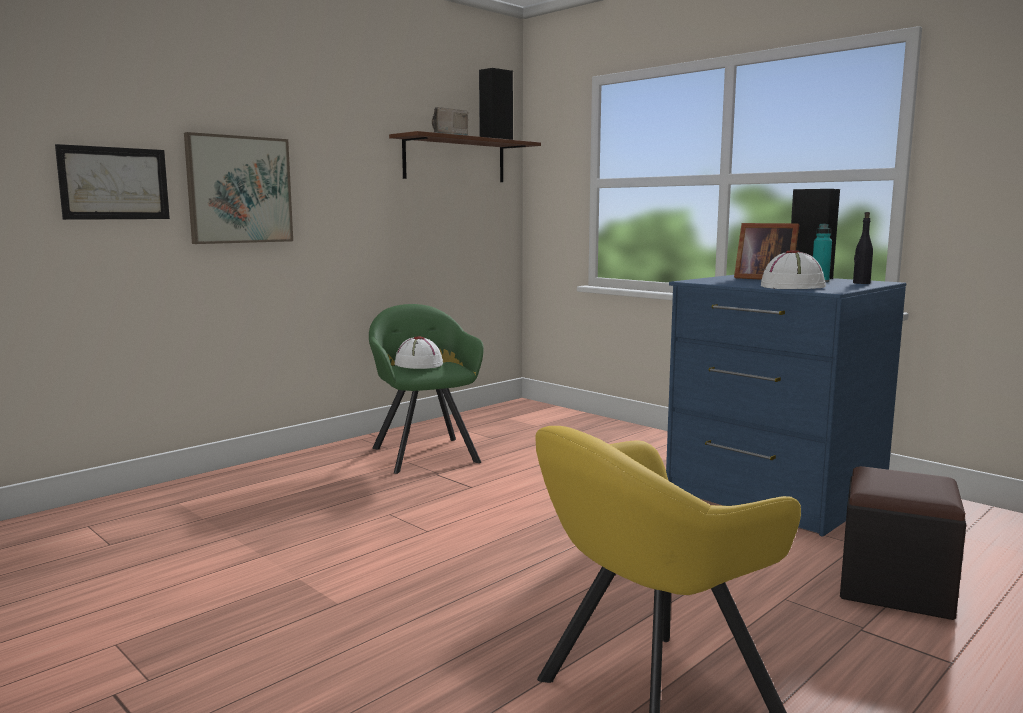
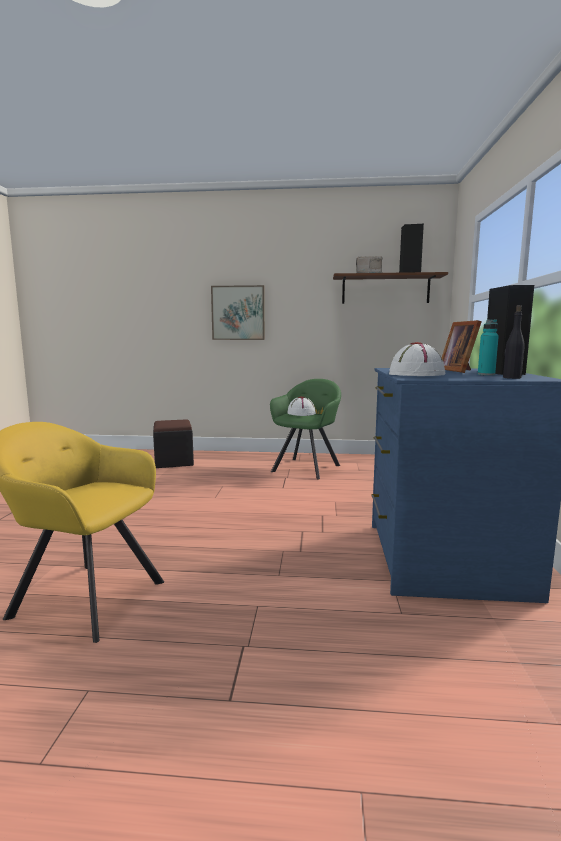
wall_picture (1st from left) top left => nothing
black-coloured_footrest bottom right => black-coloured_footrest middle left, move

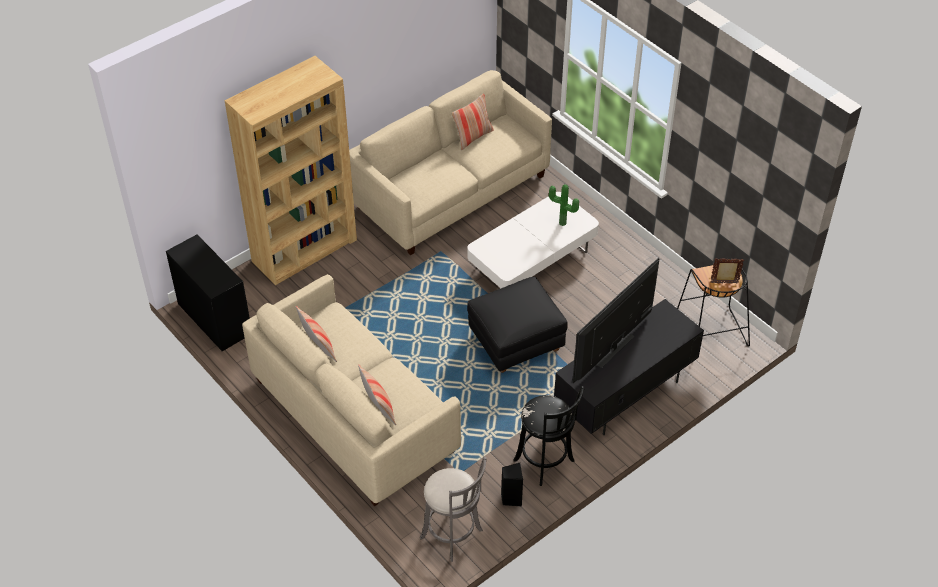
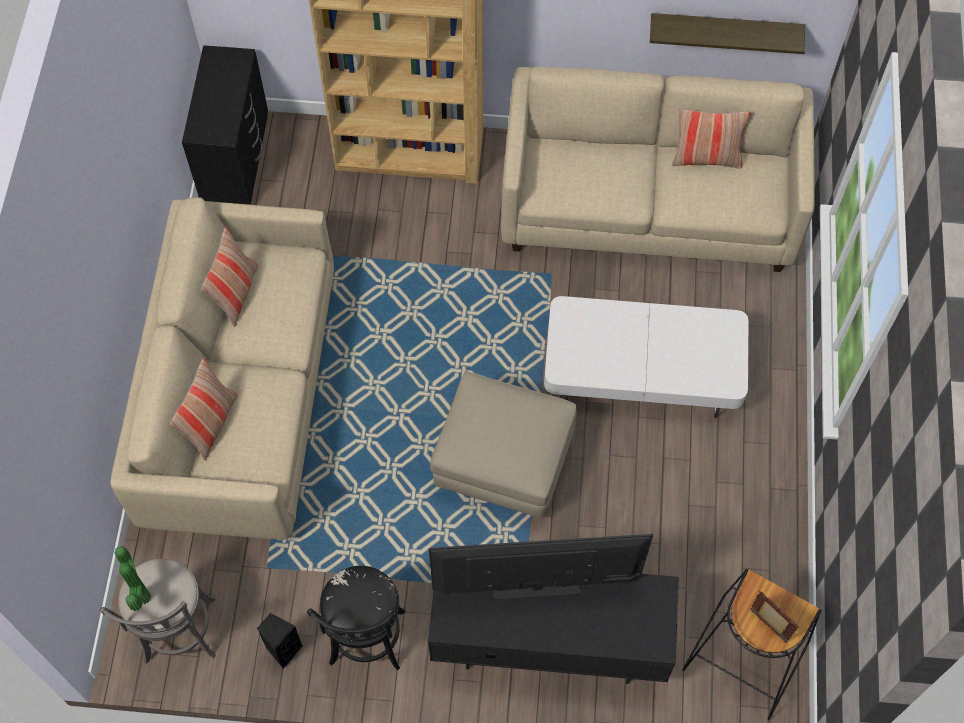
plant_in_a_pot centre => plant_in_a_pot bottom left, move
black-coloured_footrest centre => beige_footrest centre
nothing => shelf top right

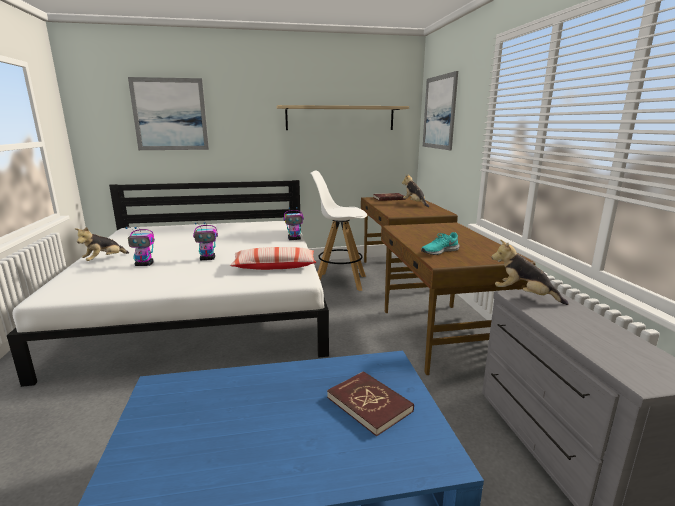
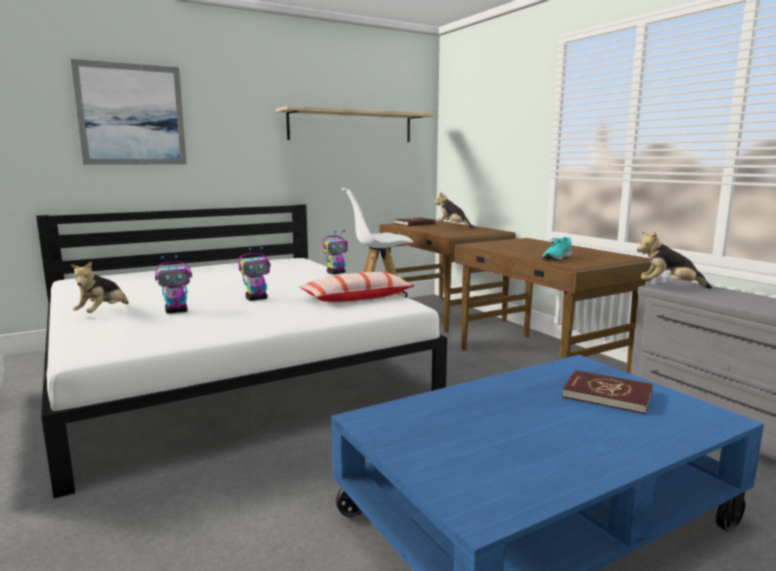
wall_picture (2nd from left) top centre => nothing

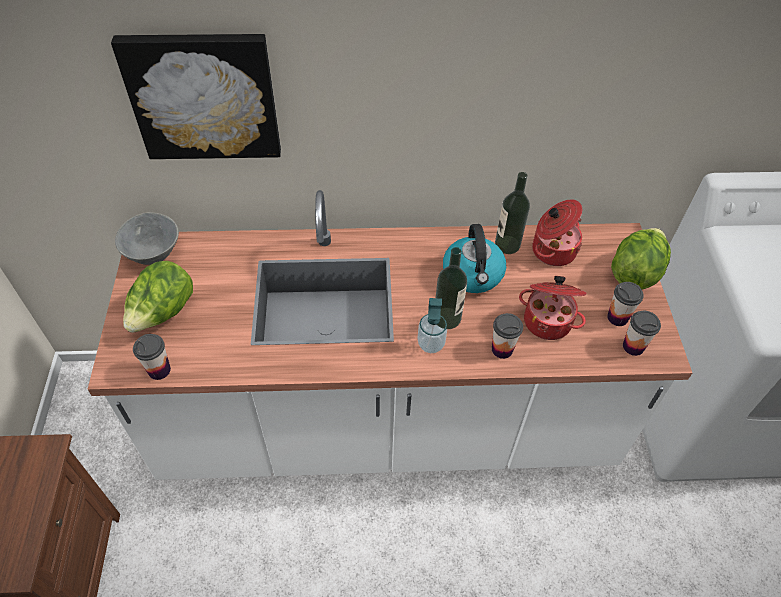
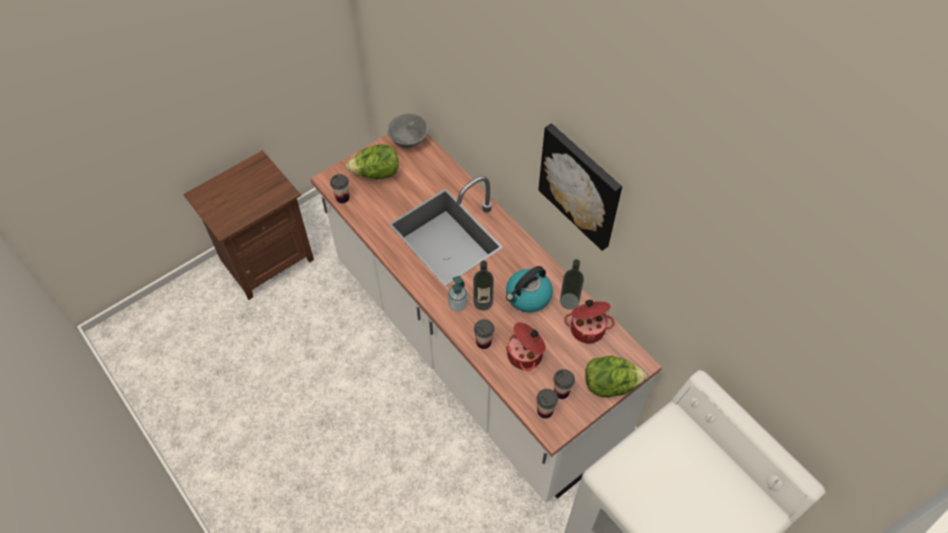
wall_picture top left => wall_picture centre, move

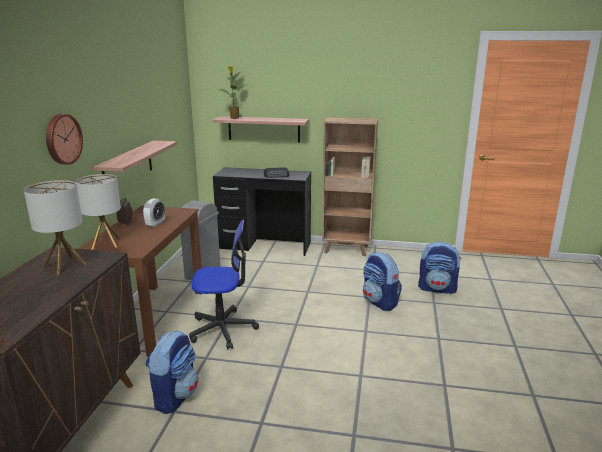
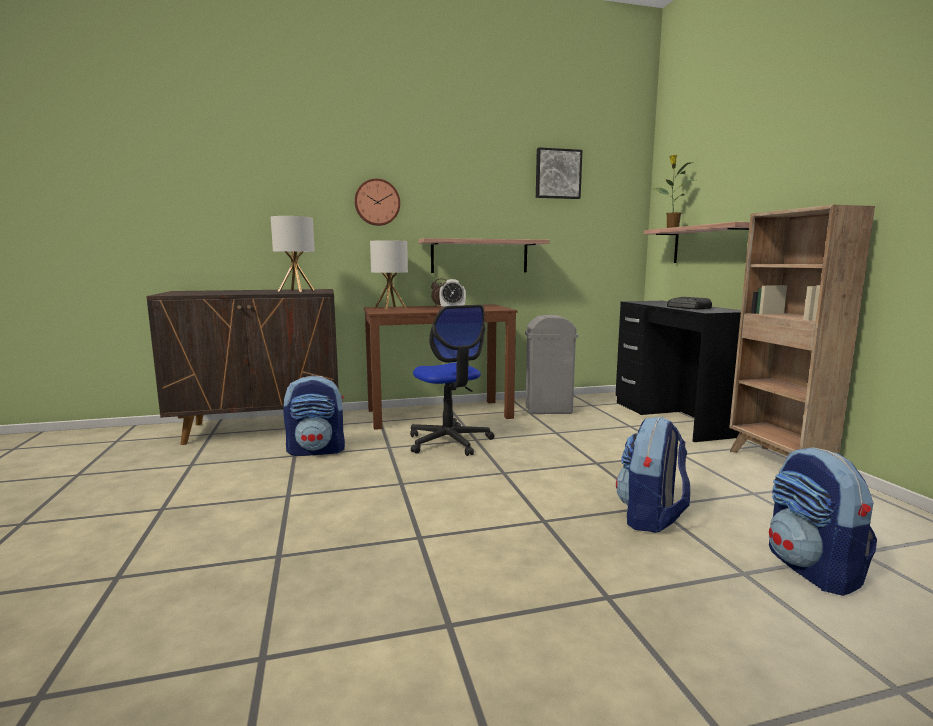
nothing => wall_picture top centre

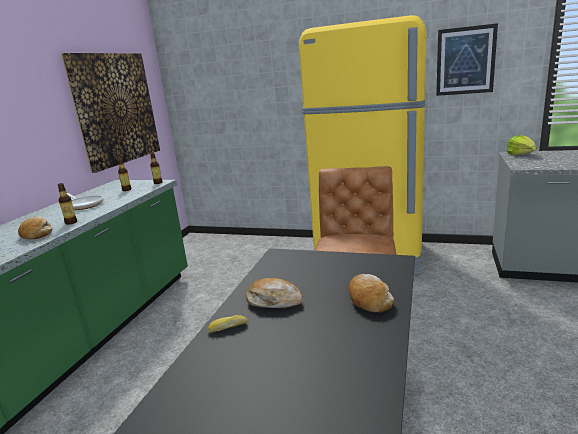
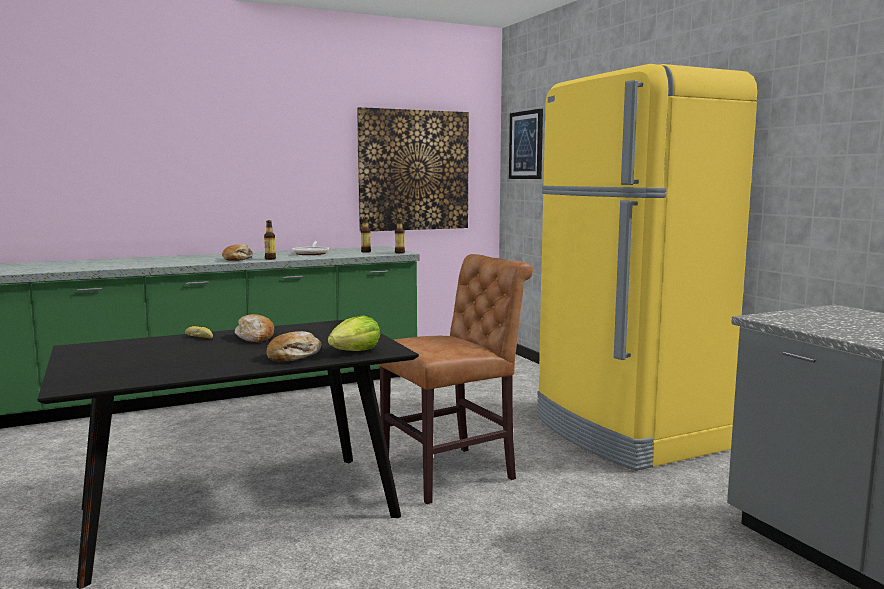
wall_picture (2nd from left) top right => wall_picture (2nd from left) top centre, move
lettuce_head middle right => lettuce_head centre, move

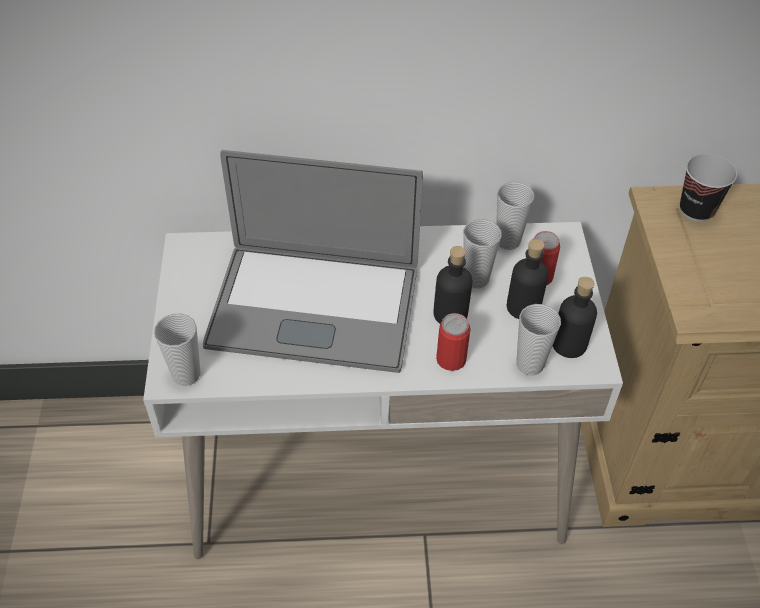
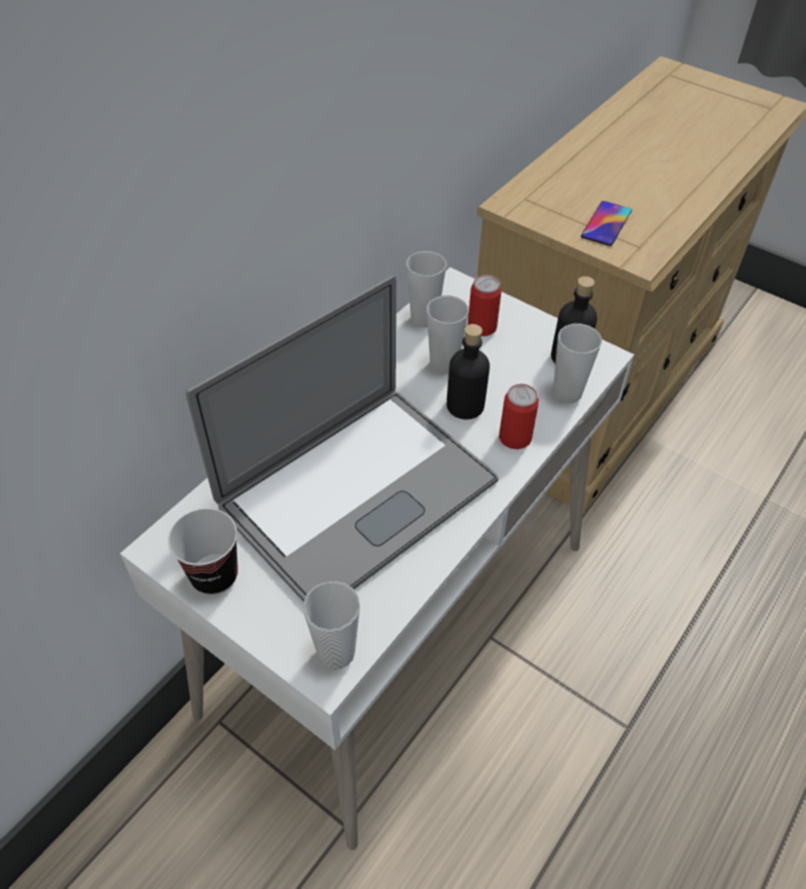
cup (5th from left in the first image) top right => cup (1st from left) middle left, move
black-coloured_drink_bottle (2nd from left) middle right => nothing
nothing => telephone top right

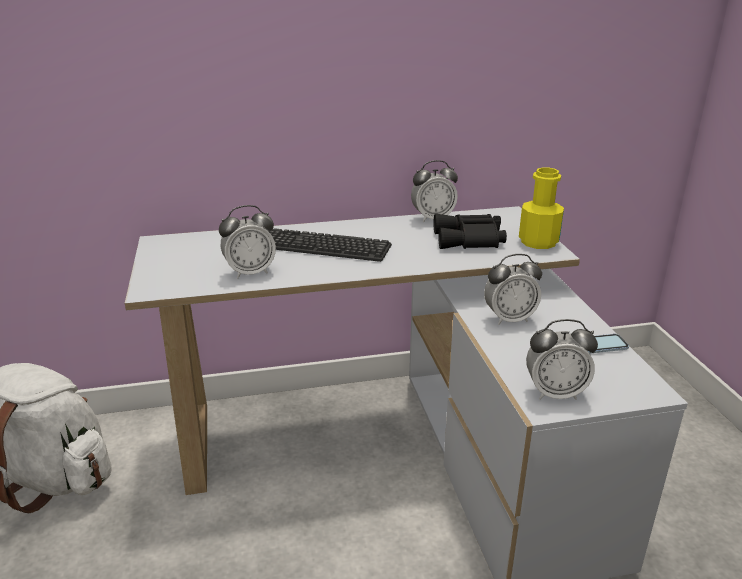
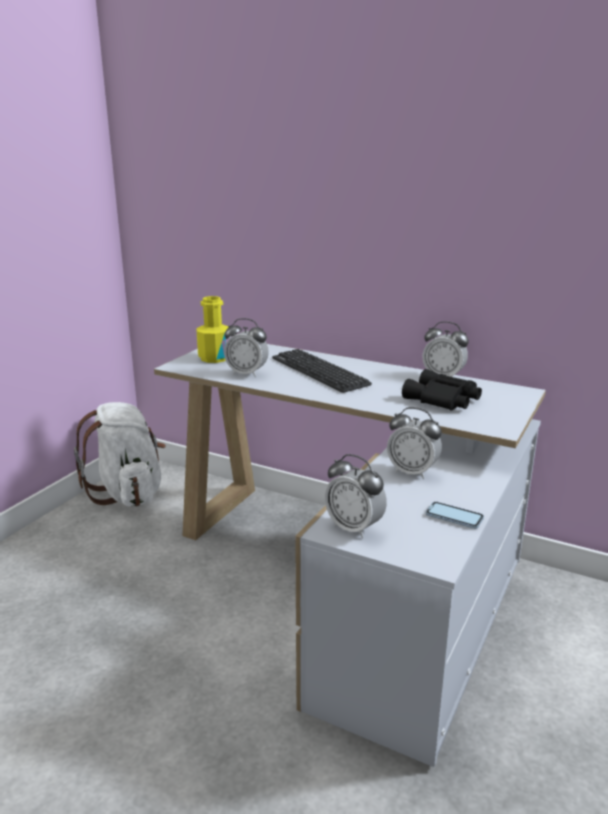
yellow_drink_bottle middle right => yellow_drink_bottle centre, move

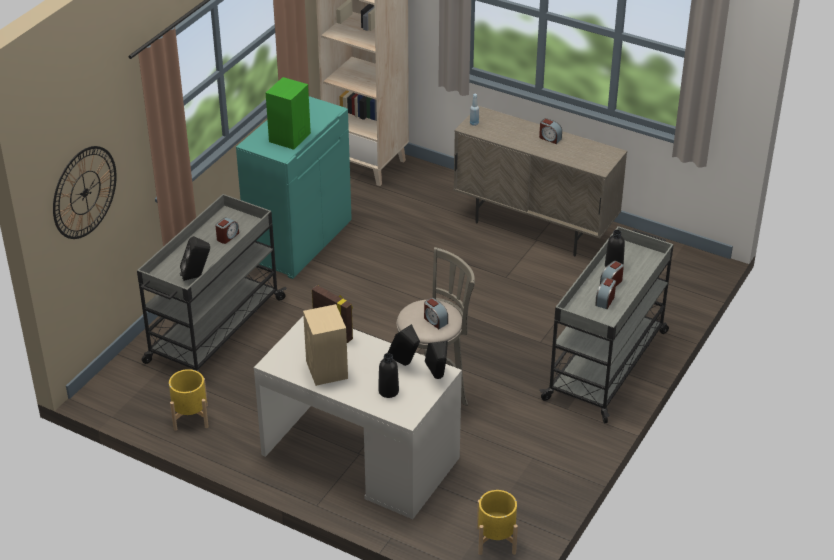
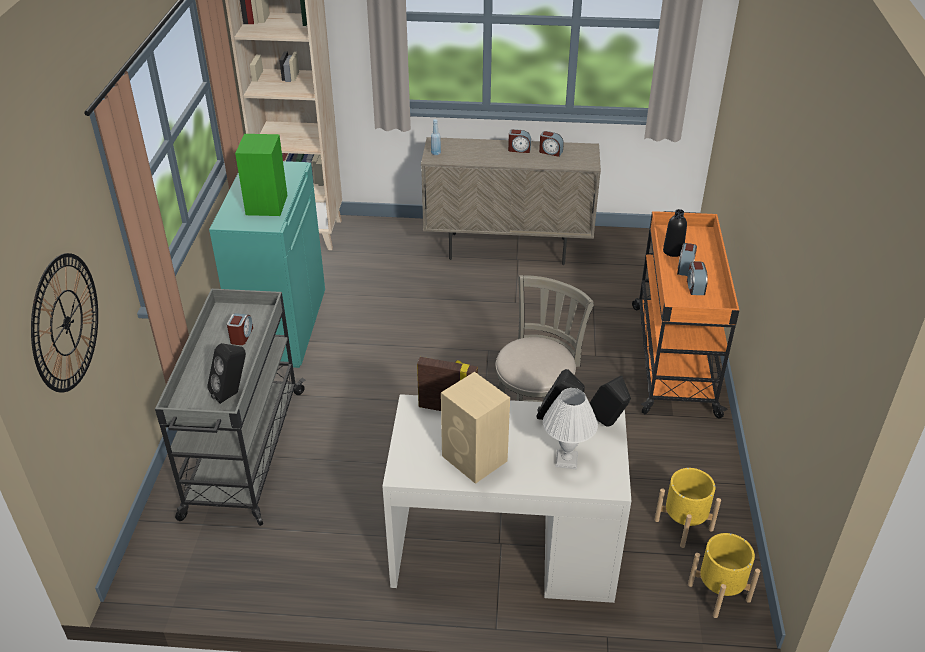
grey_wheeled_cart (2nd from left) middle right => orangey_wheeled_cart middle right
bedside_clock (2nd from left in the first image) centre => bedside_clock (3rd from left) top centre, move
black-coloured_drink_bottle (1st from left) bottom centre => white_lamp_for_a_table centre
yellow_planter (1st from left) bottom left => yellow_planter (1st from left) bottom right, move

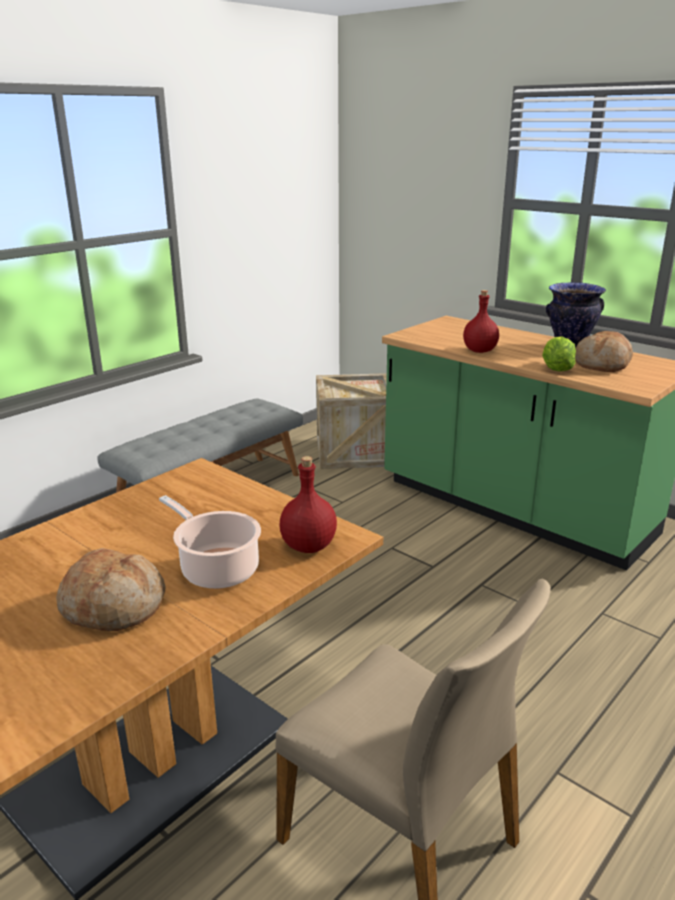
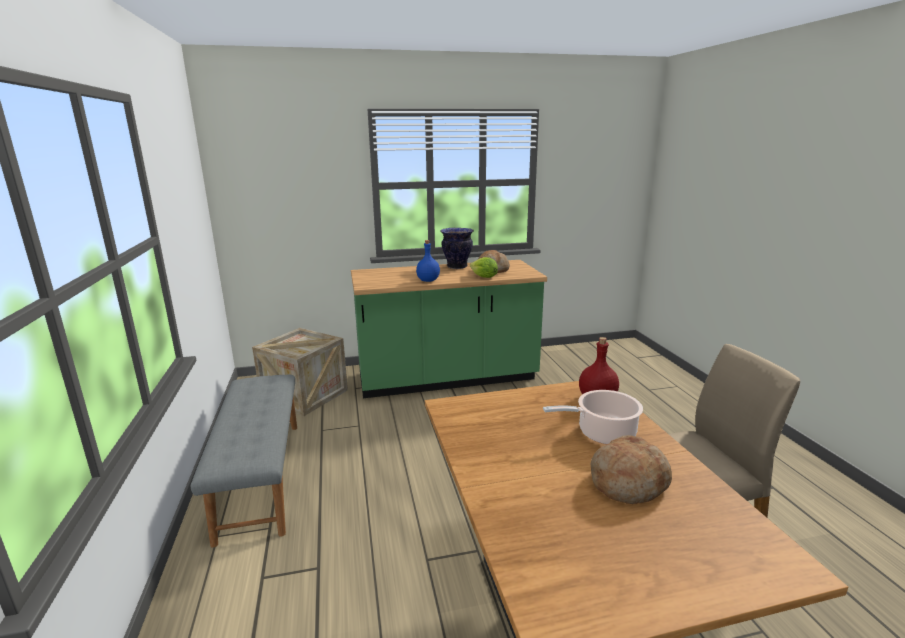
red-coloured_drink_bottle (2nd from left) middle right => blue-coloured_drink_bottle centre

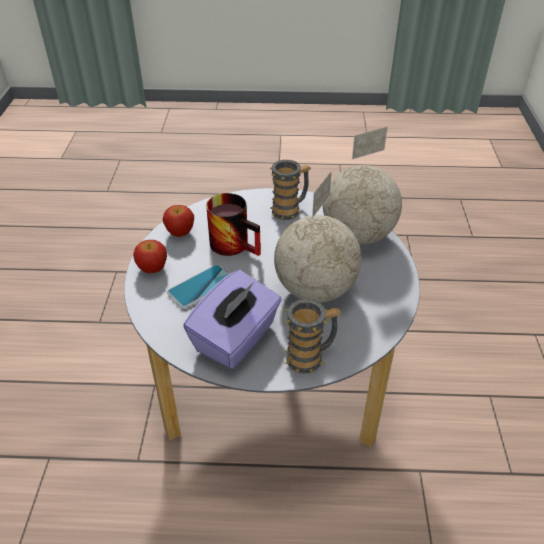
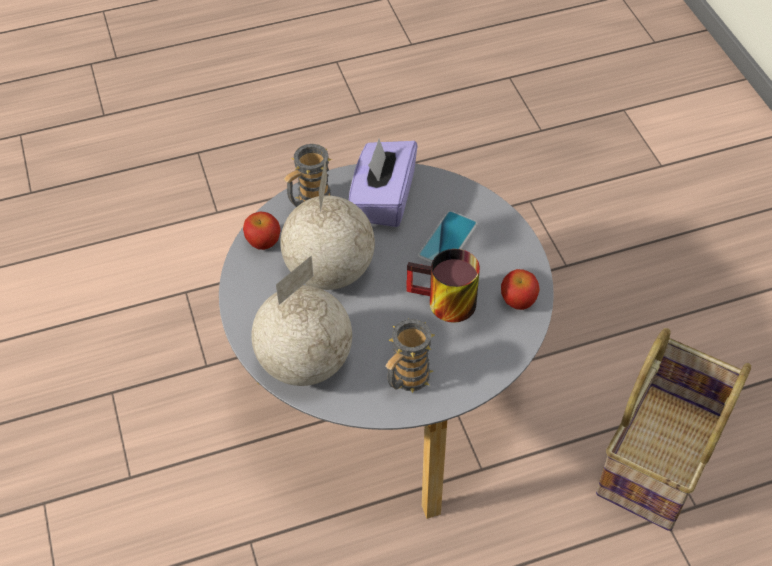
whole_apple (1st from left) middle left => whole_apple (1st from left) centre, move
nothing => storage_basket bottom right

